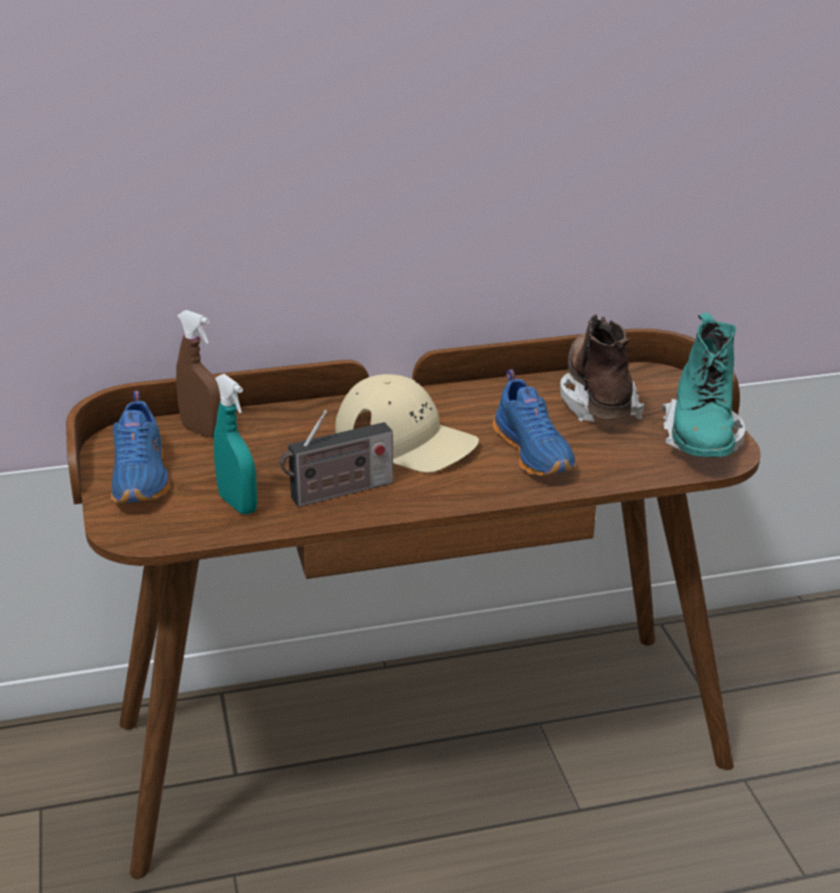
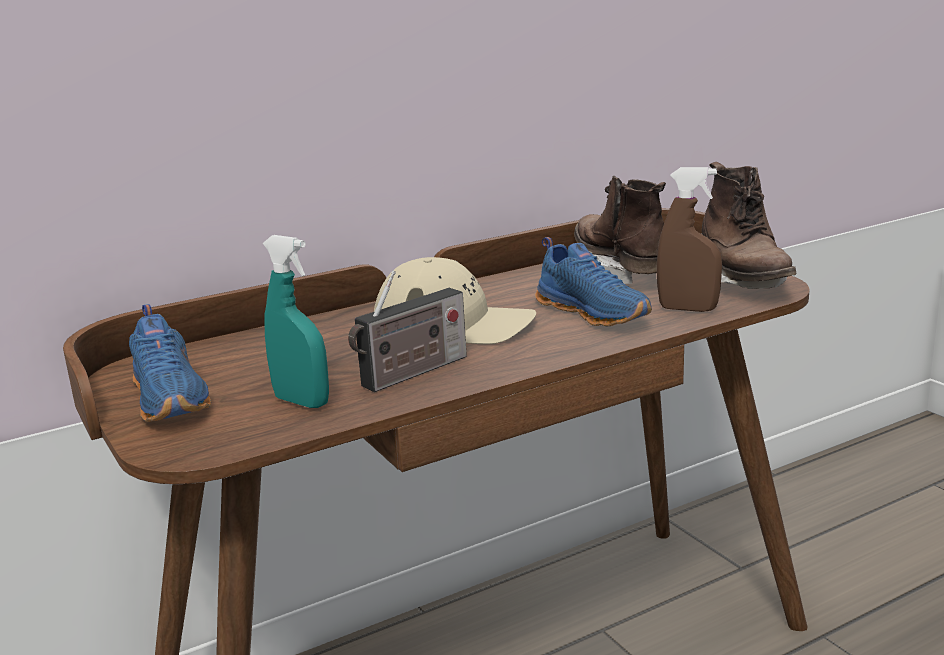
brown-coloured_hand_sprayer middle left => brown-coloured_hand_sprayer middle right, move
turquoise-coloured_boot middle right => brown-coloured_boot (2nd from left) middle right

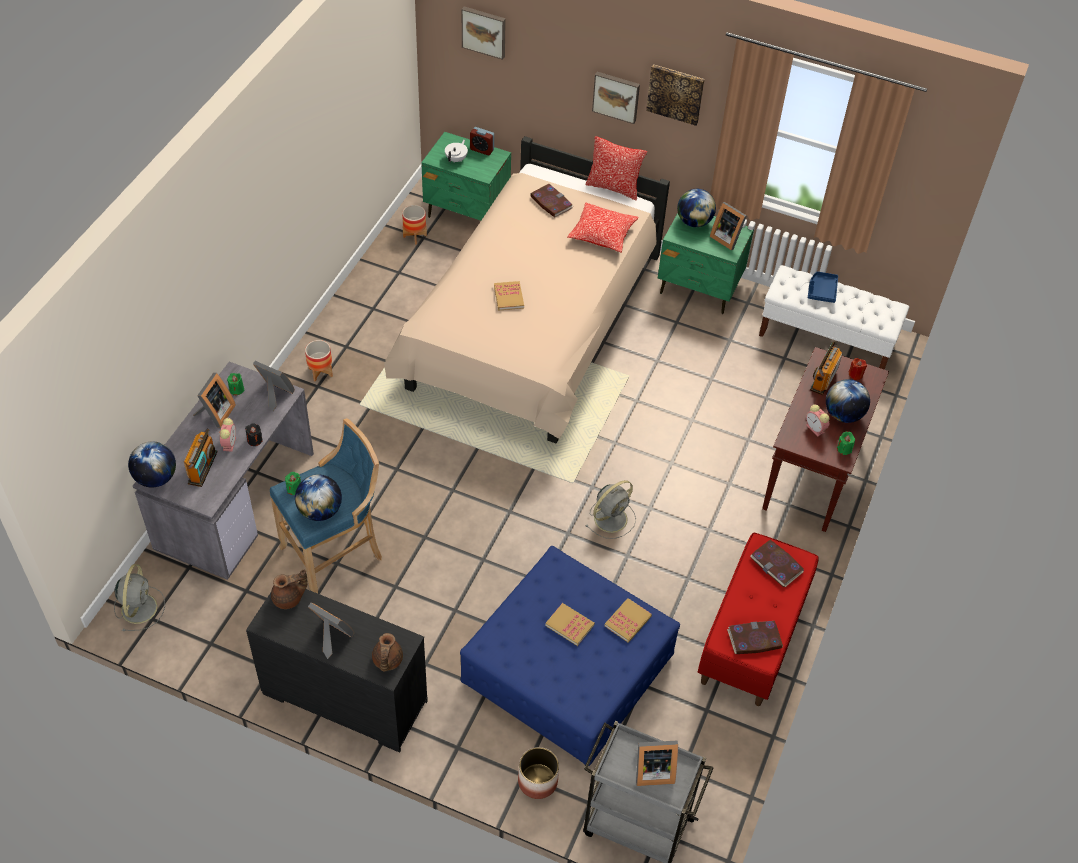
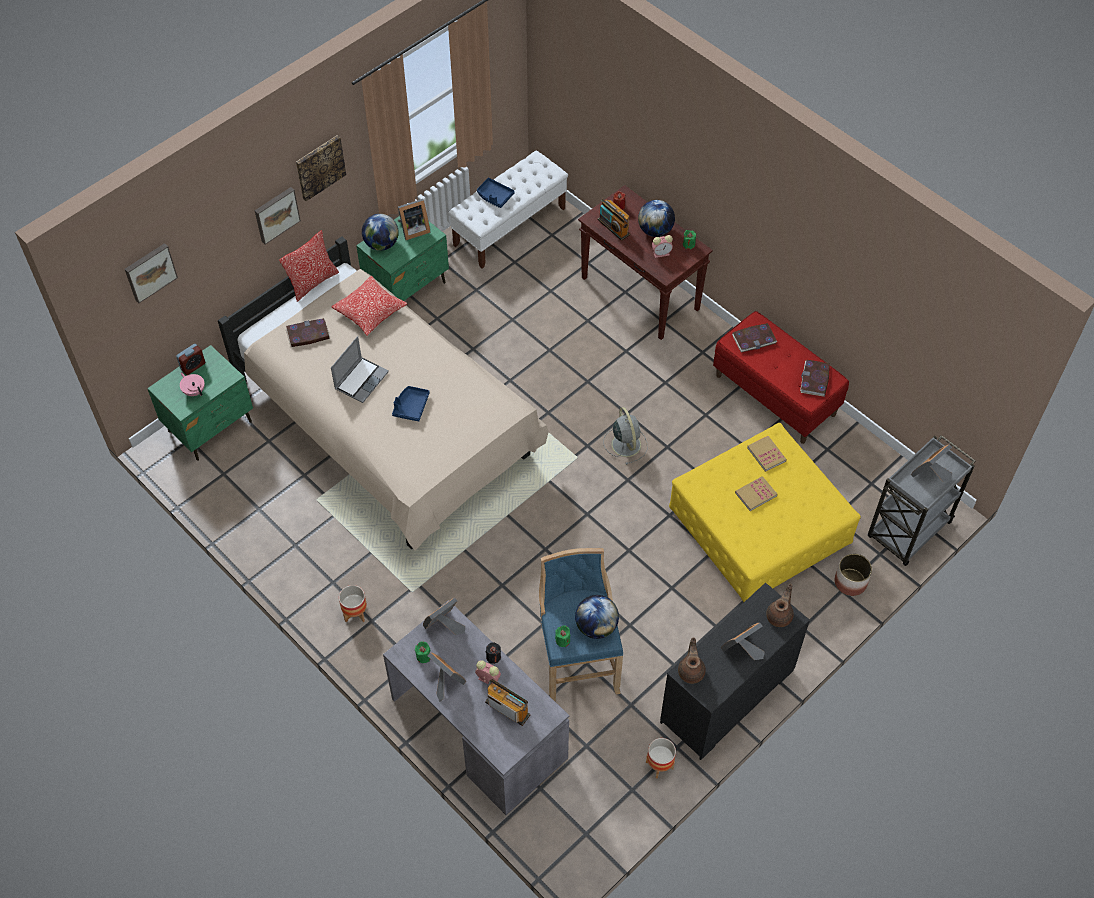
white_tea_pot top centre => pink_tea_pot middle left
planter (2nd from left) top centre => planter (2nd from left) bottom centre, move
bound_book (1st from left) centre => blue-coloured_tray (1st from left) centre
world_globe (1st from left) middle left => nothing
blue-coloured_footrest bottom centre => yellow_footrest middle right
grey_cooling_fan (1st from left) bottom left => nothing
brown-coloured_tea_pot (2nd from left) bottom centre => brown-coloured_tea_pot (2nd from left) bottom right, 90 degrees counterclockwise
photo_frame (4th from left in the first image) bottom centre => photo_frame (5th from left) middle right, 150 degrees counterclockwise
nothing => laptop middle left

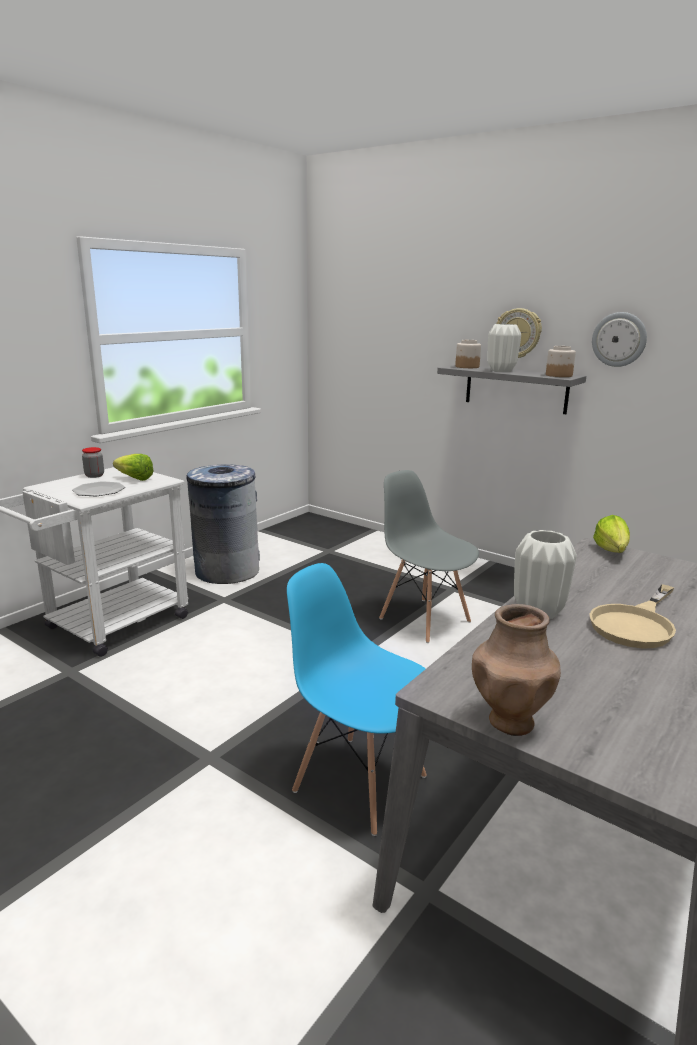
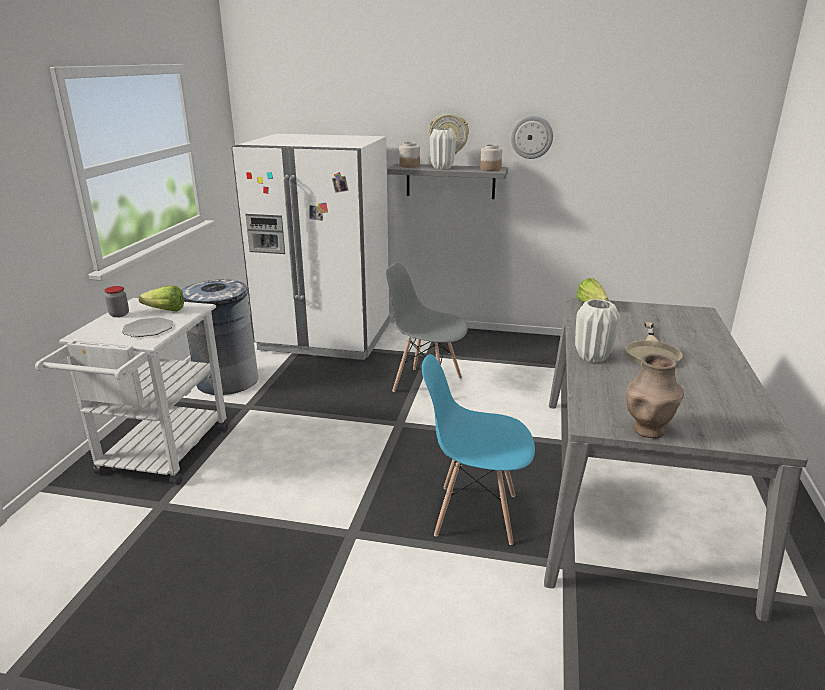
nothing => white_fridge centre

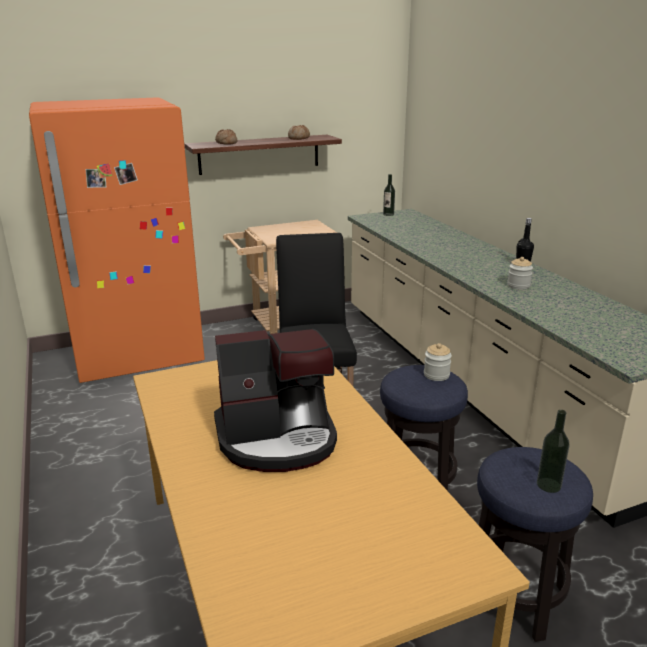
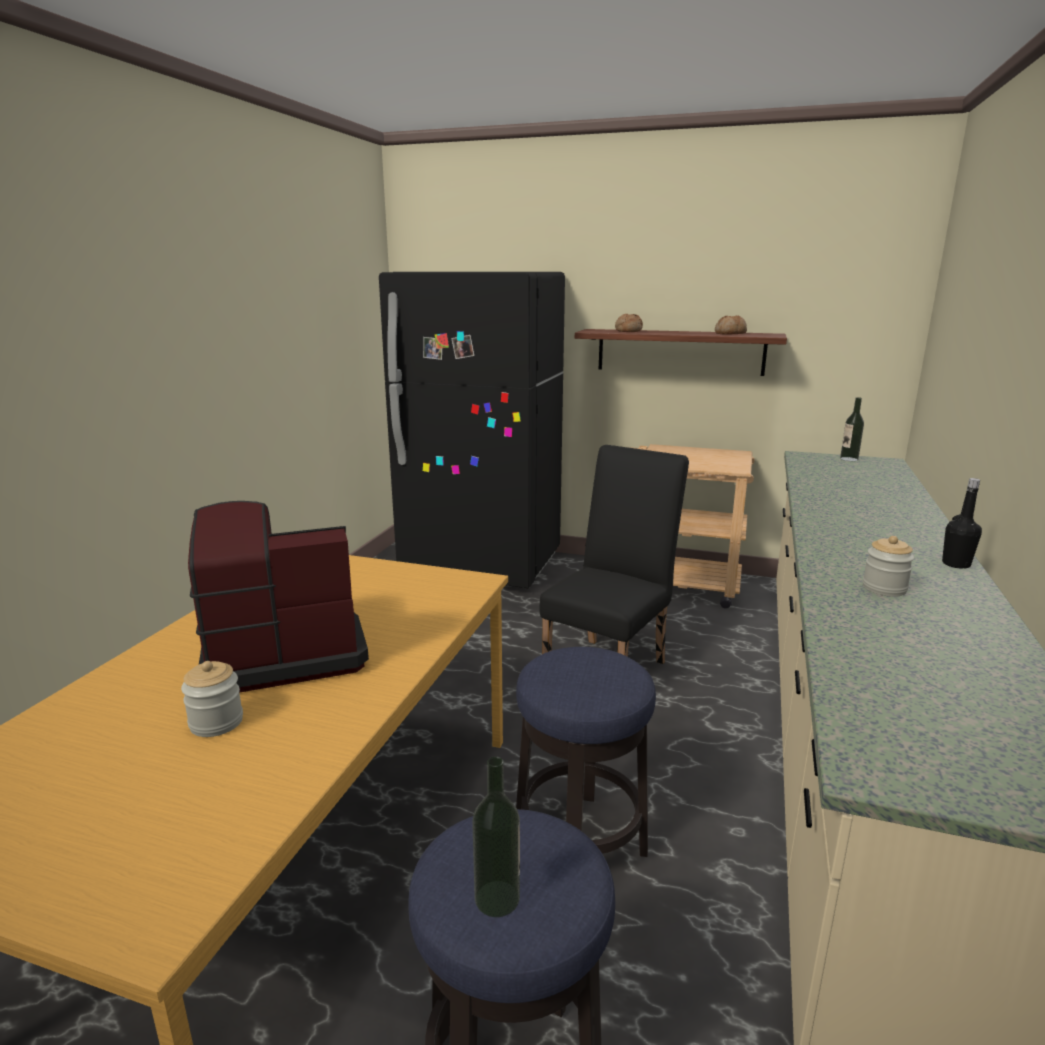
orangey_fridge middle left => black-coloured_fridge centre
coffee_maker centre => coffee_maker middle left, 135 degrees clockwise
jar (1st from left) middle right => jar (1st from left) bottom left, move

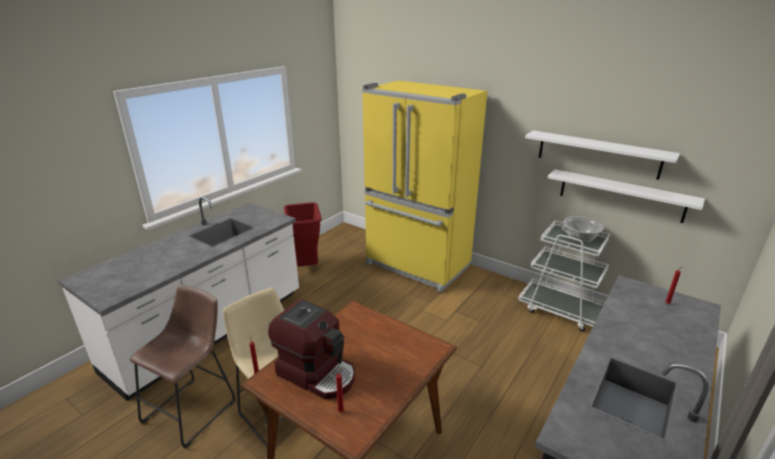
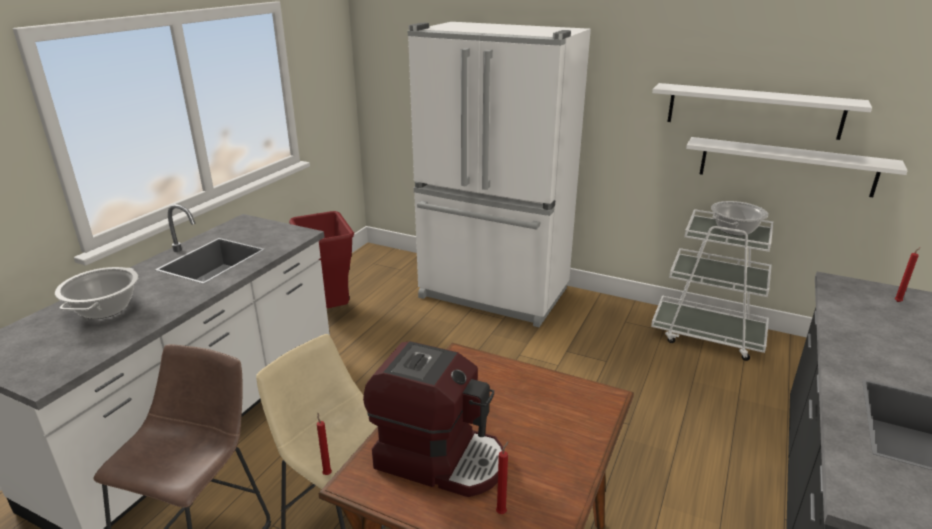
yellow_fridge centre => white_fridge top centre
nothing => stockpot (1st from left) middle left

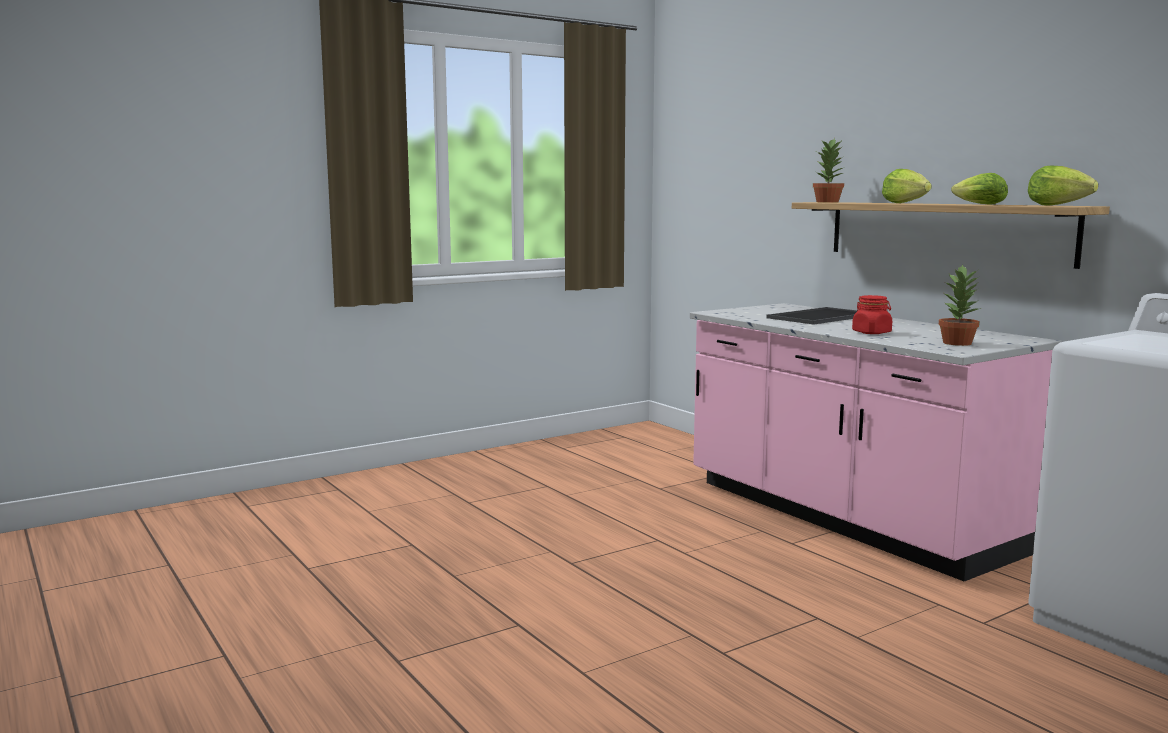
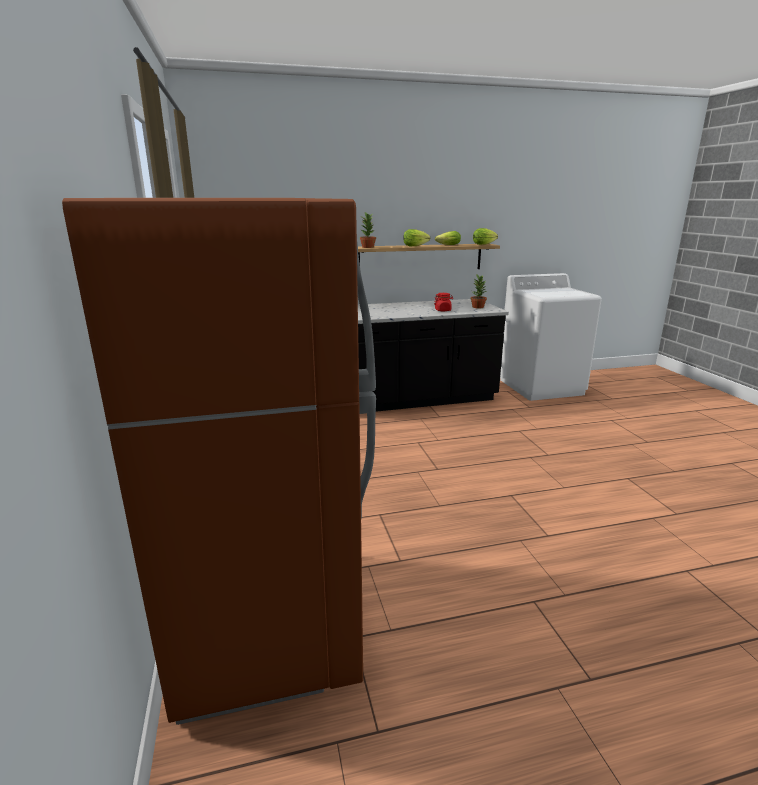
pink_kitchen_base_unit middle right => black-coloured_kitchen_base_unit centre
tray middle right => nothing
nothing => brown-coloured_fridge middle left

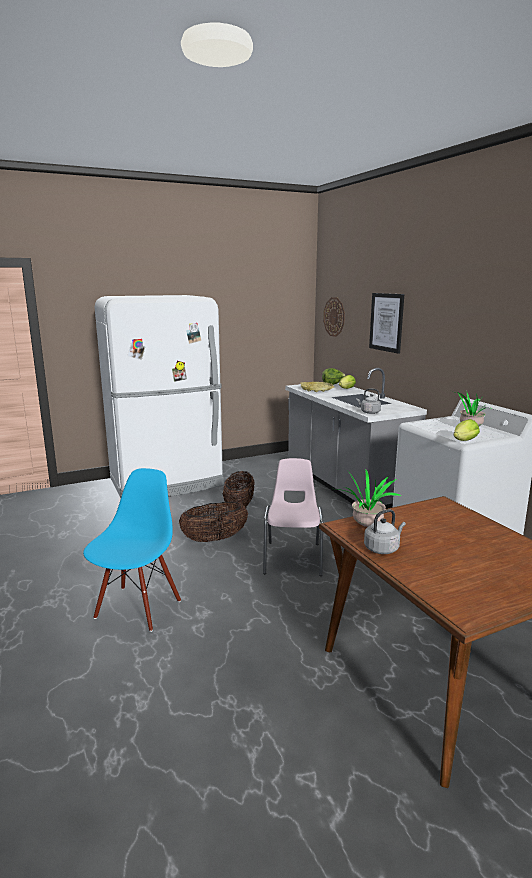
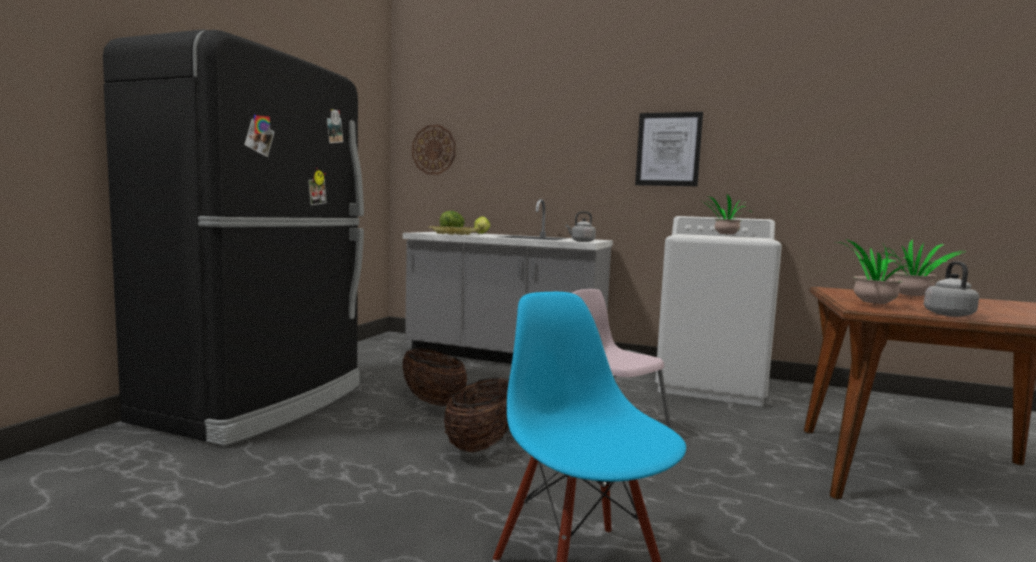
wall_picture middle right => wall_picture top centre, move
white_fridge middle left => black-coloured_fridge middle left
lettuce_head (3rd from left) middle right => nothing
nothing => plant_in_a_pot (3rd from left) middle right

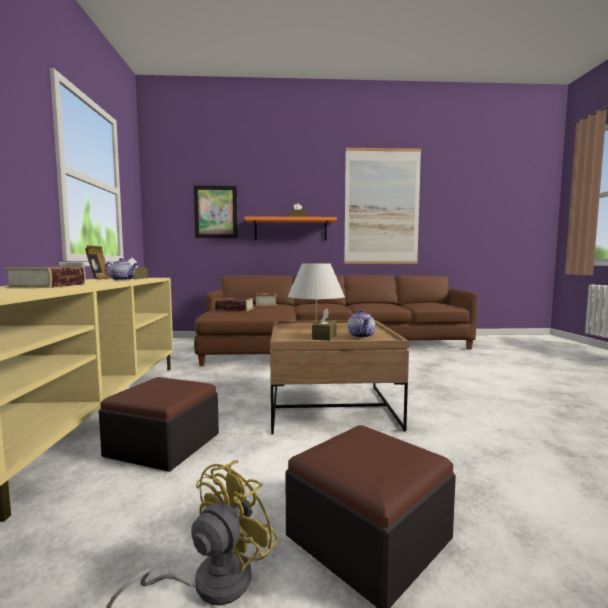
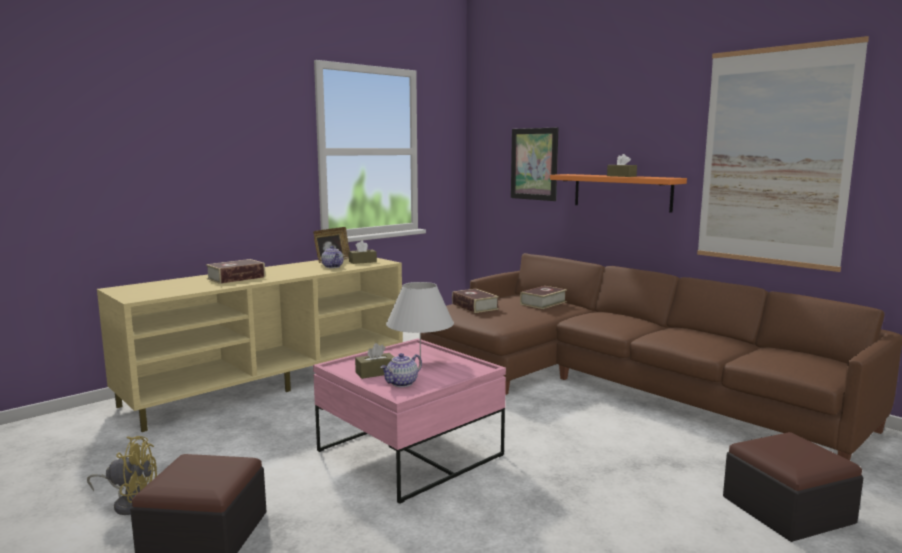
brown-coloured_coffee_table centre => pink_coffee_table bottom centre
footrest (1st from left in the first image) bottom left => footrest (2nd from left) bottom right, move

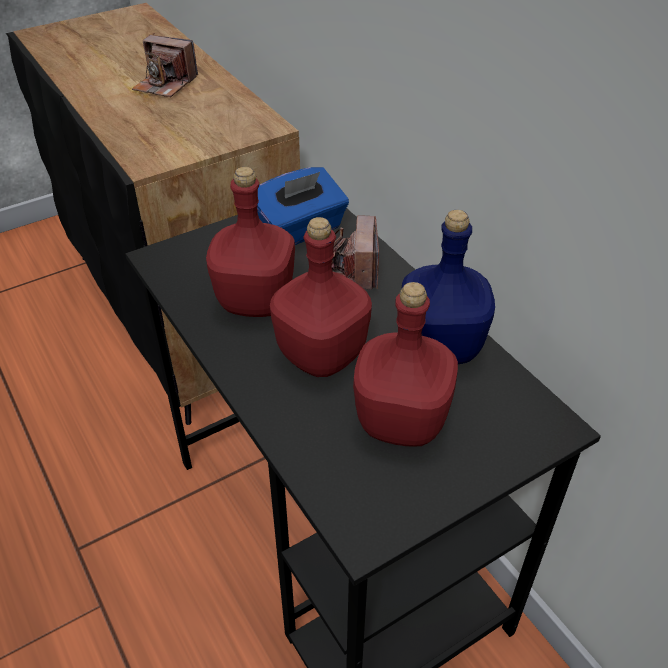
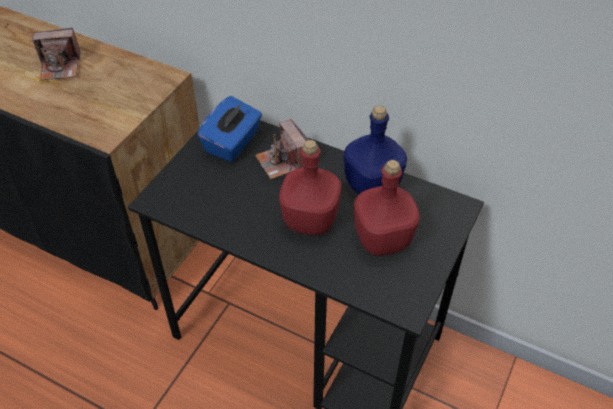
red-coloured_drink_bottle (1st from left) centre => nothing

